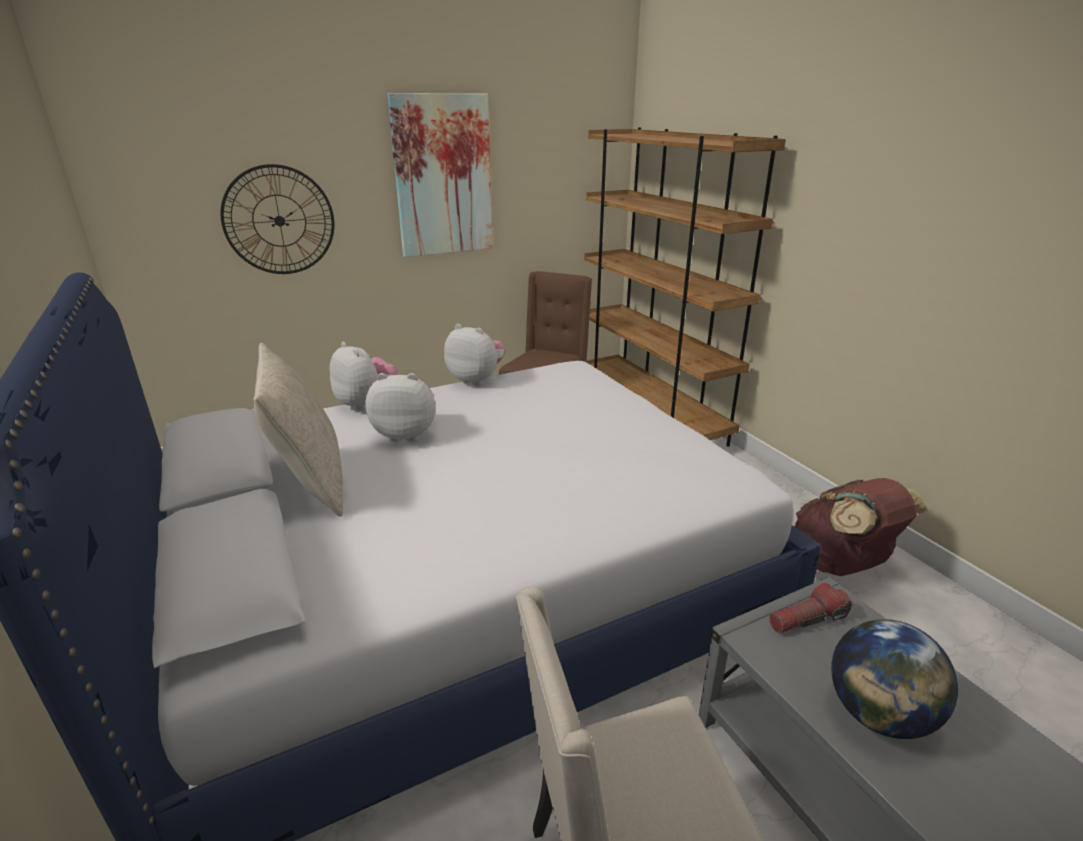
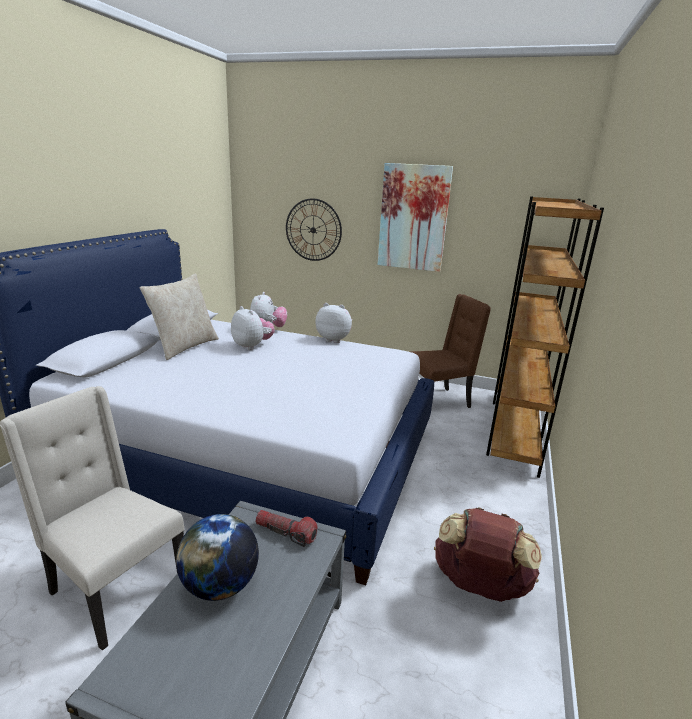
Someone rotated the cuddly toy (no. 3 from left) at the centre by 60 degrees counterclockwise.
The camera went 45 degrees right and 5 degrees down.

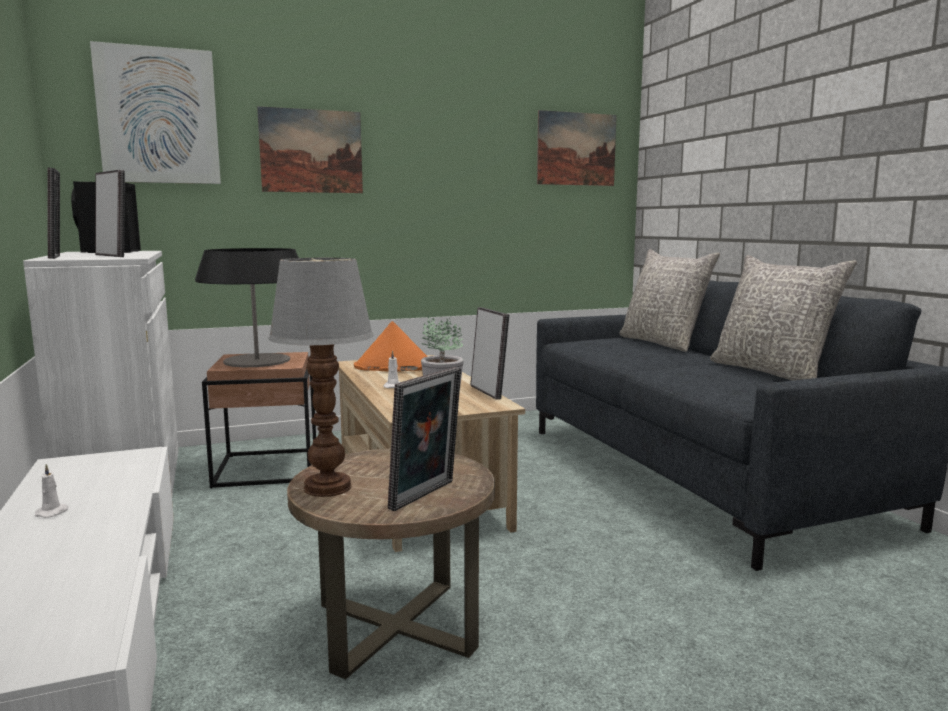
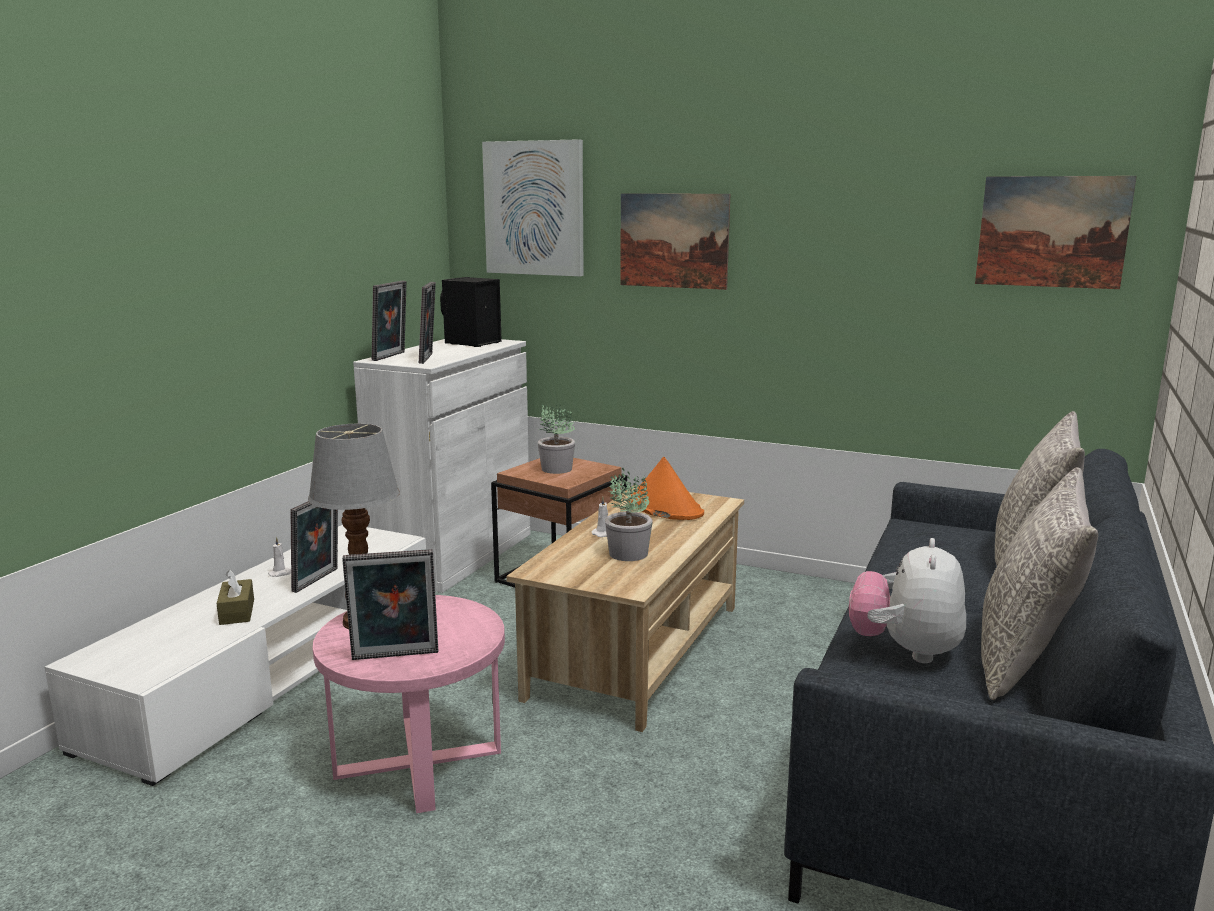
Someone swapped the lamp for a table (no. 1 from left) at the middle left for the houseplant (no. 1 from left) at the centre.
Someone repainted the brown-coloured side table (no. 2 from left) at the bottom centre, which became the pink side table at the bottom centre.
Someone carried the photo frame (no. 4 from left in the first image) from the centre to the middle left.
Someone put down the brown-coloured tissue box at the middle left.
Someone put down the cuddly toy at the middle right.
The camera went 45 degrees right and 5 degrees up.

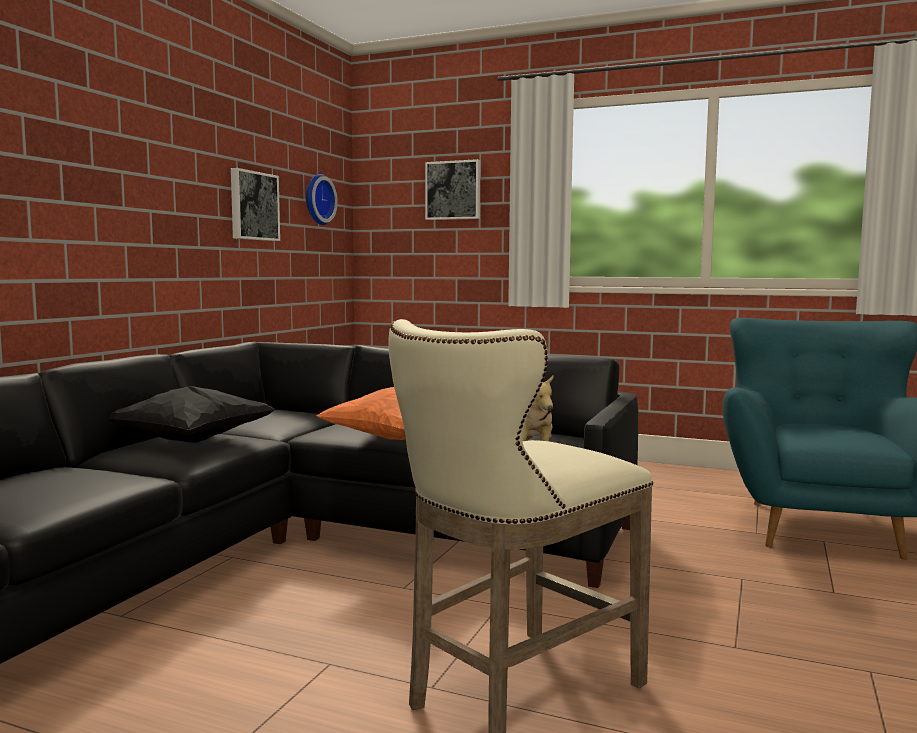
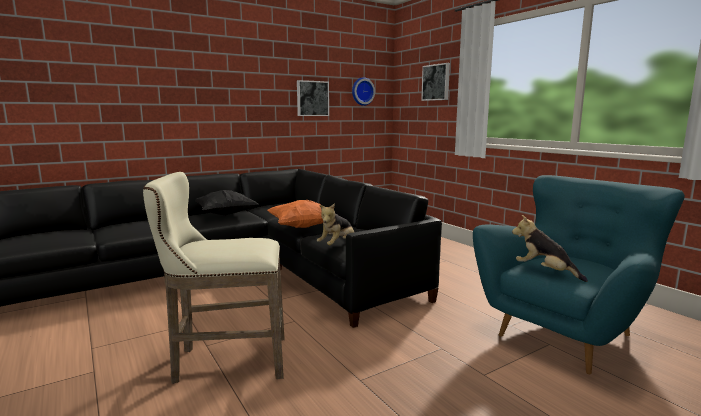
Someone put down the cuddly toy (no. 2 from left) at the middle right.
The camera went 35 degrees right and 5 degrees up.

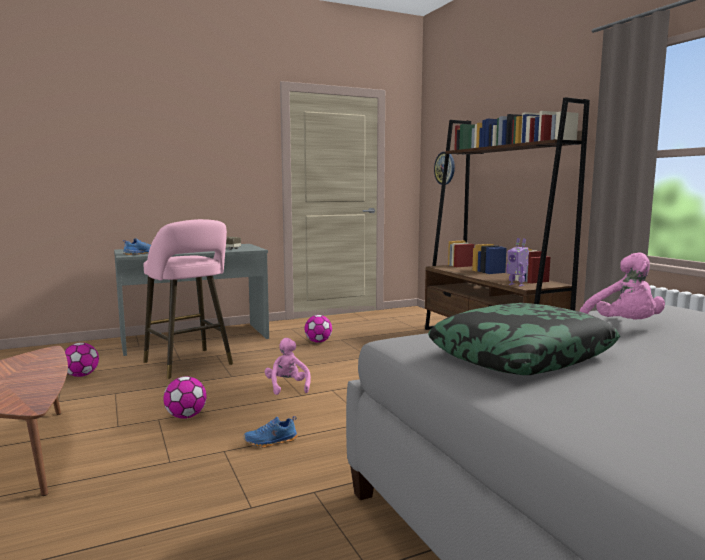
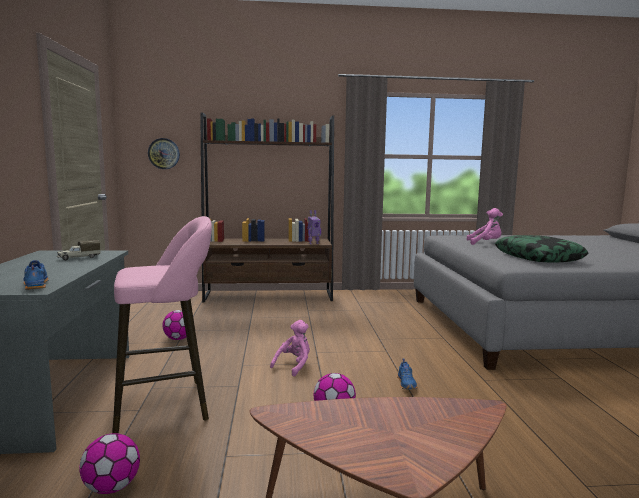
Someone rotated the pink cuddly toy (no. 1 from left) at the centre by 120 degrees clockwise.
The camera went 70 degrees left and 0 degrees up.

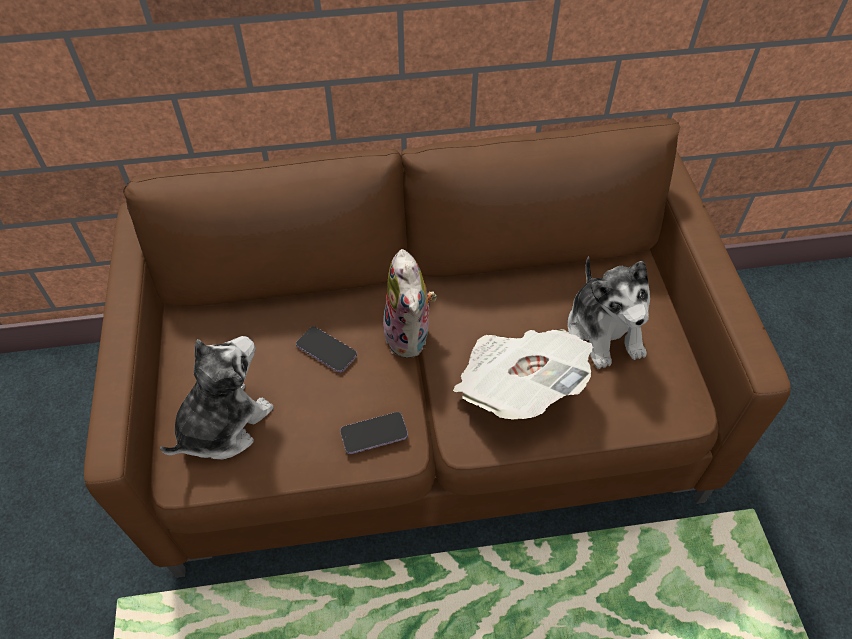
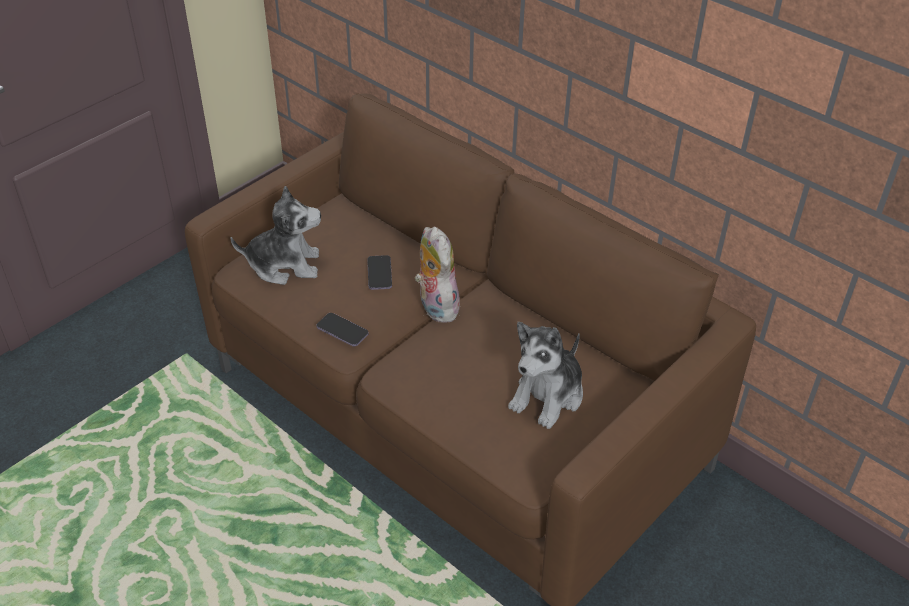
Someone rotated the cuddly toy (no. 2 from left) at the centre by 120 degrees clockwise.
Someone took away the printed paper at the centre.
The camera went 50 degrees right and 10 degrees down.

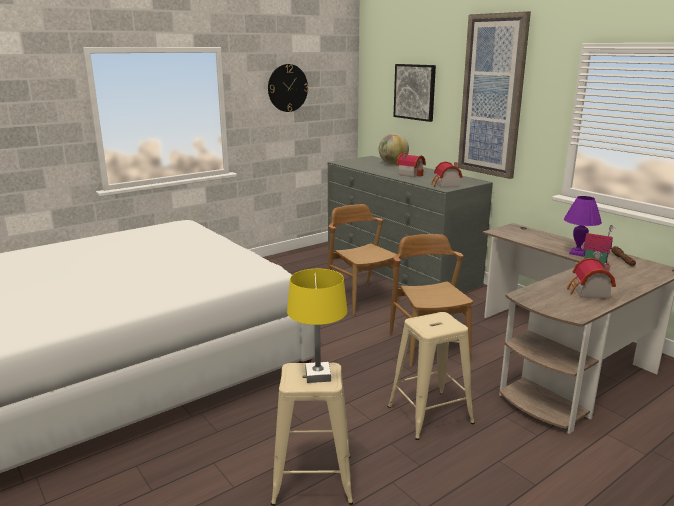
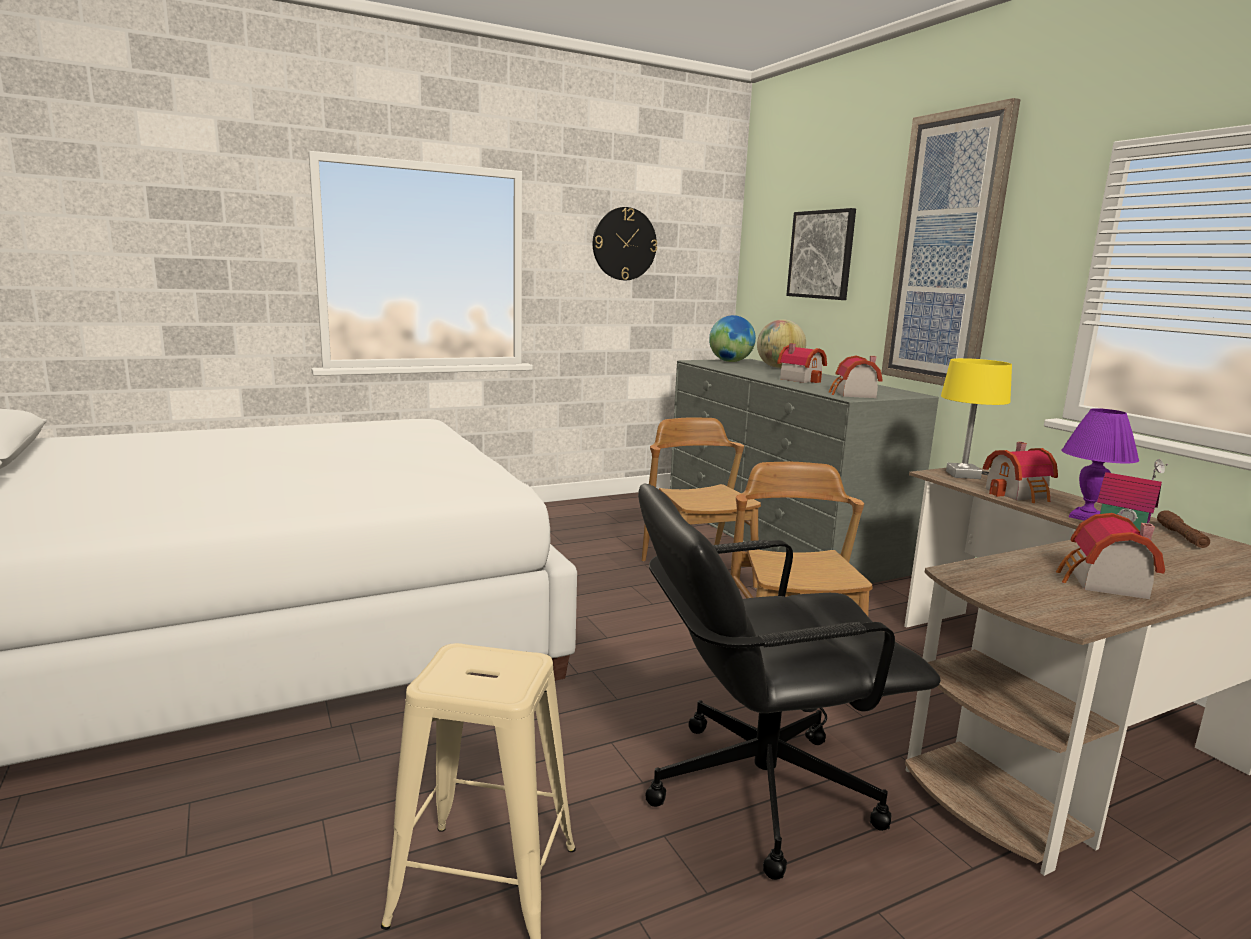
Someone carried the yellowish lamp for a table from the centre to the middle right.
Someone swapped the beige stool seat (no. 2 from left) at the bottom centre for the blackish desk chair at the bottom centre.
Someone put down the desk globe (no. 1 from left) at the centre.
Someone put down the toy house (no. 3 from left) at the middle right.
The camera went 10 degrees right and 5 degrees down.

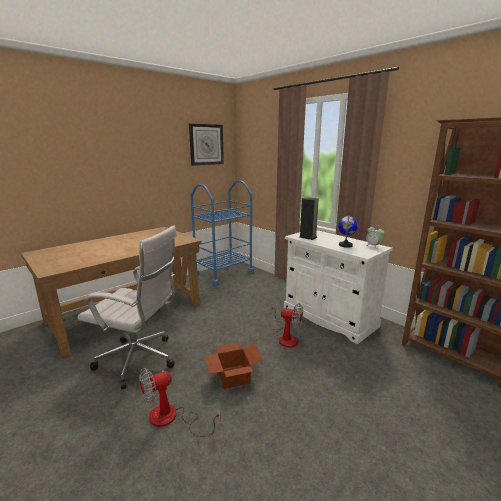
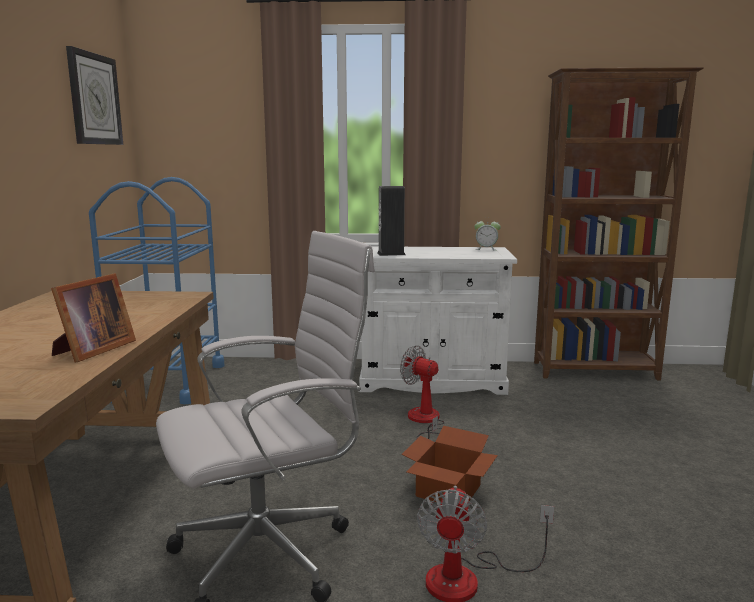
Someone rotated the electric fan (no. 2 from left in the first image) at the centre by 120 degrees counterclockwise.
Someone took away the desk globe at the middle right.
Someone put down the photo frame at the middle left.
The camera went 45 degrees left and 5 degrees down.

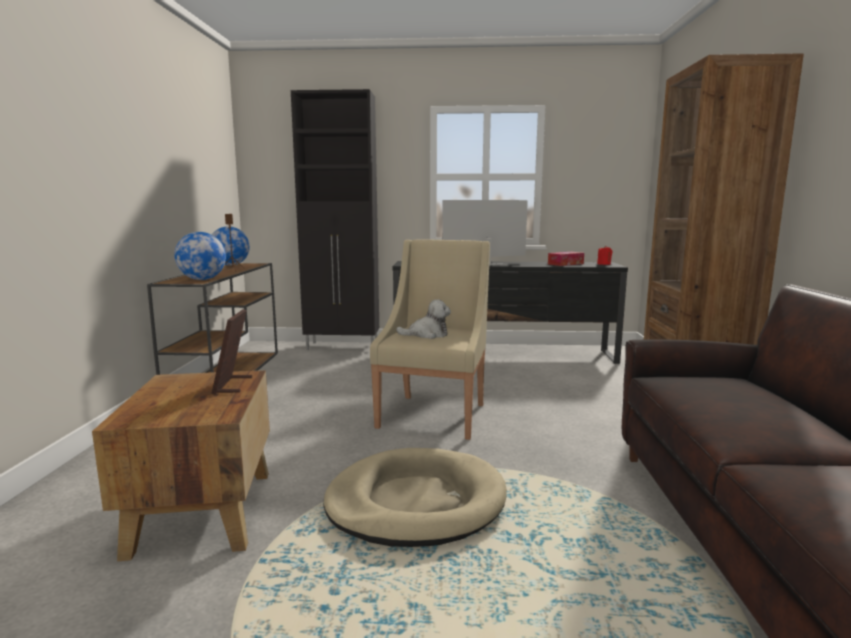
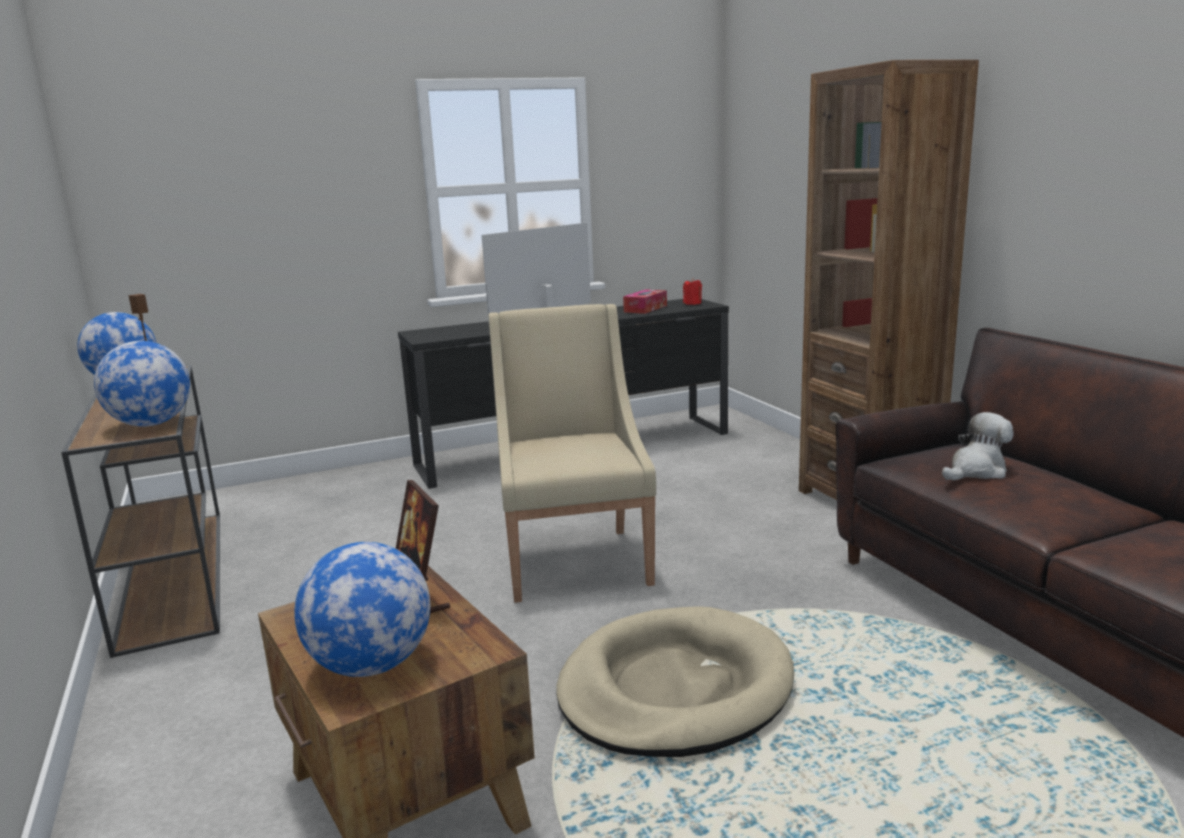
Someone took away the blackish cupboard at the centre.
Someone carried the cuddly toy from the centre to the middle right.
Someone put down the desk globe (no. 3 from left) at the bottom left.
The camera went 25 degrees left and 5 degrees up.

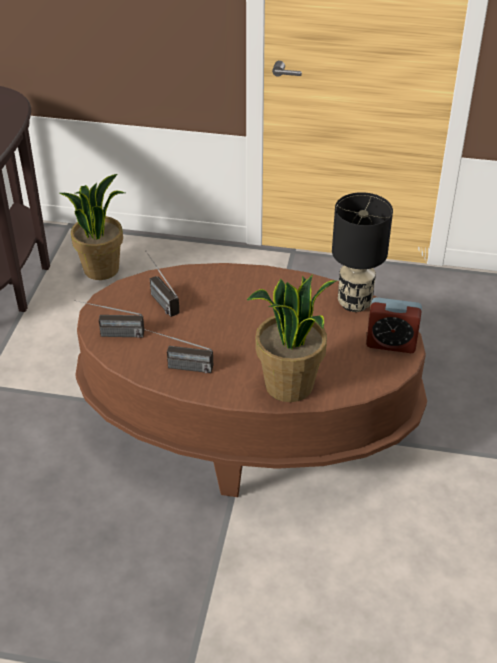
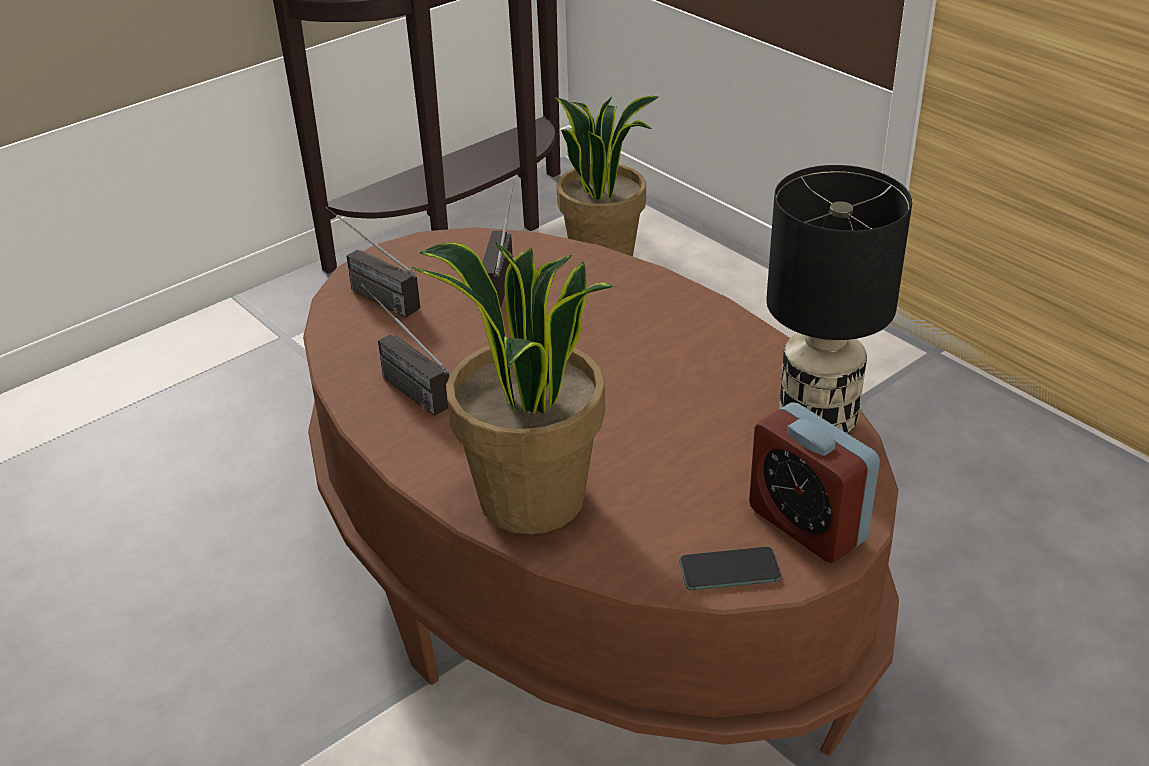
Someone put down the handset at the bottom centre.
The camera went 40 degrees right and 5 degrees down.

